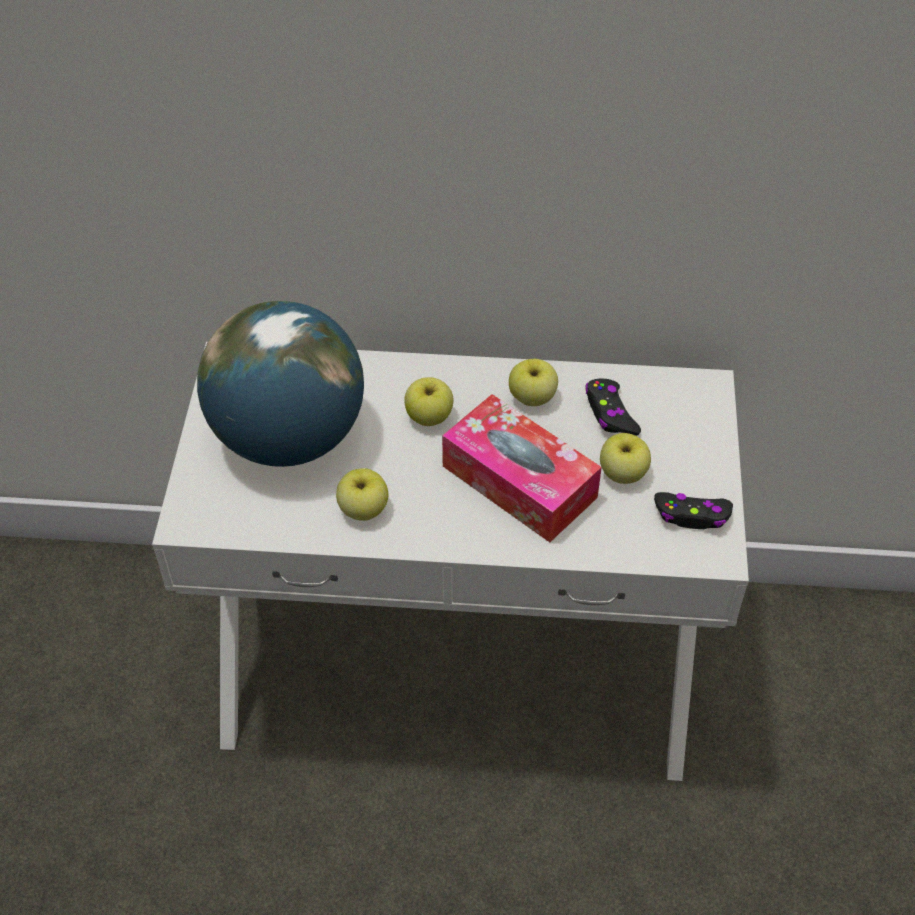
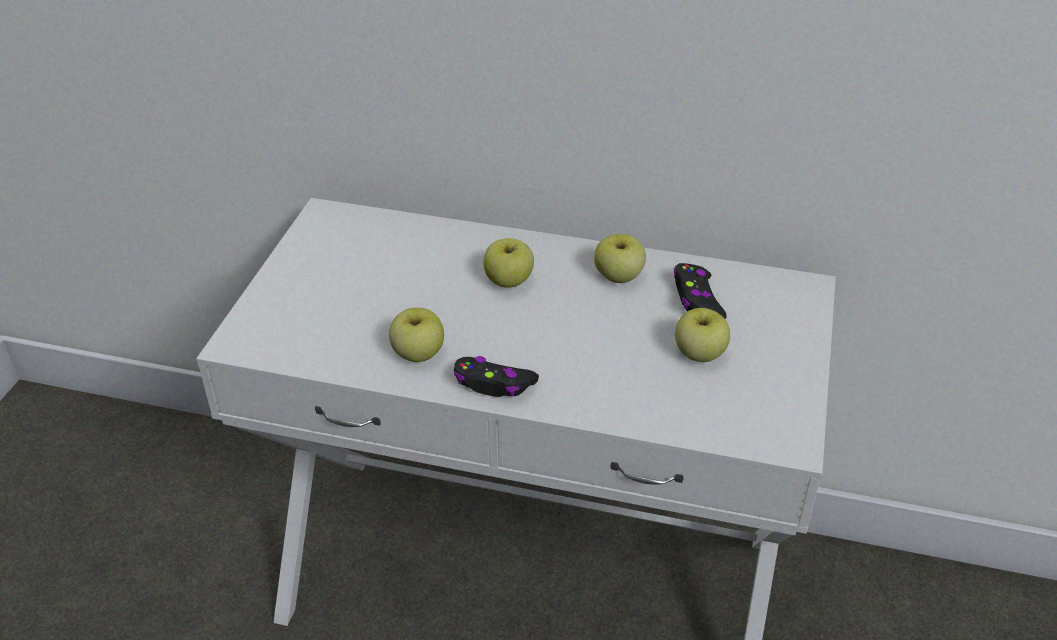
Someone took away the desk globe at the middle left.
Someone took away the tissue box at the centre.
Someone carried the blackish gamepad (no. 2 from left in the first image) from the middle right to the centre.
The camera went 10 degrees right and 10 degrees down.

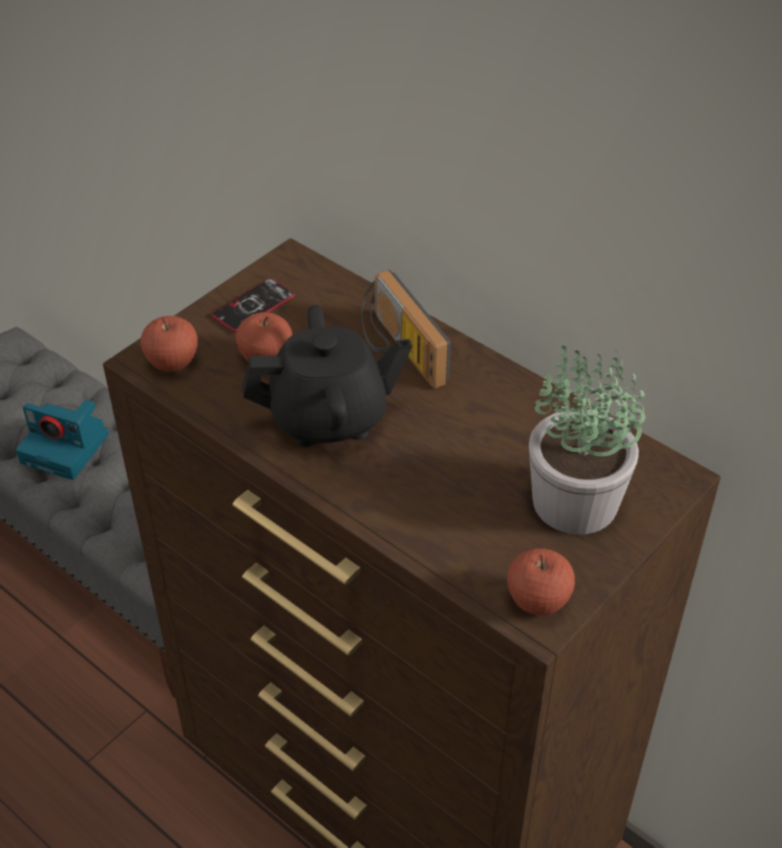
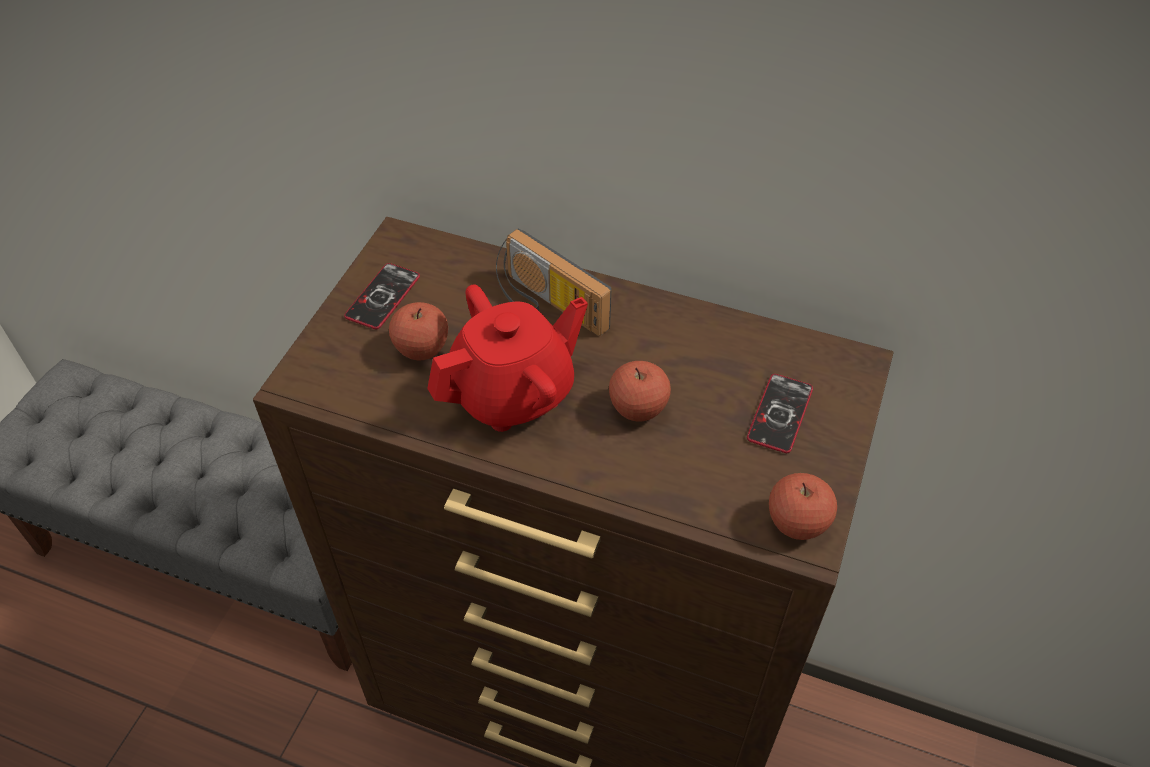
Someone took away the still camera at the middle left.
Someone carried the apple (no. 1 from left in the first image) from the middle left to the centre.
Someone repainted the blackish pot for tea at the centre, which became the red pot for tea at the centre.
Someone swapped the houseplant at the middle right for the handset (no. 2 from left) at the middle right.
The camera went 20 degrees left and 5 degrees up.

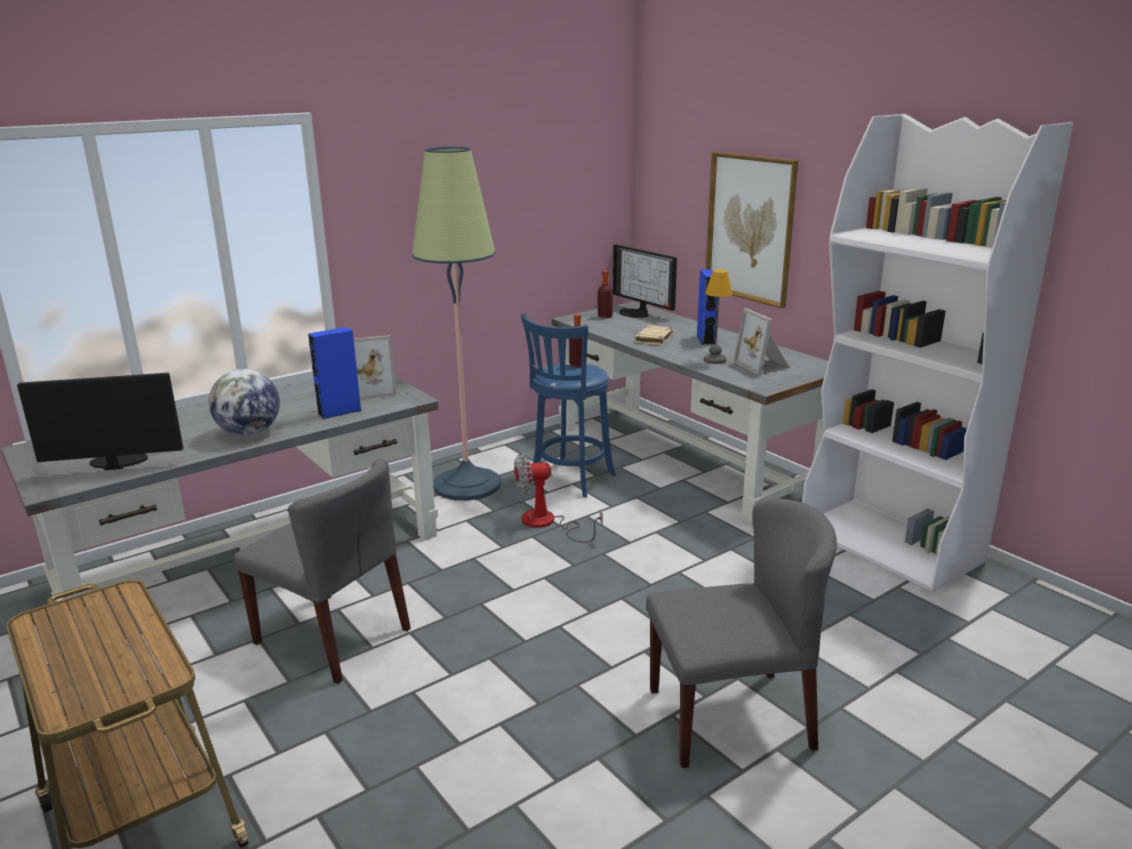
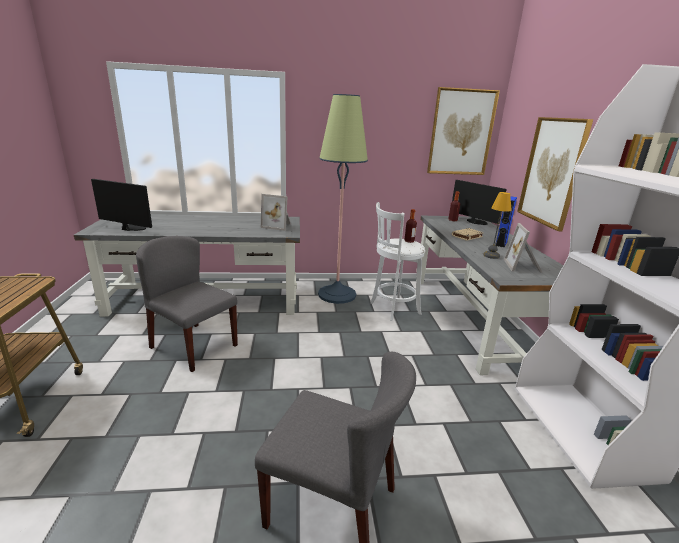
Someone took away the desk globe at the middle left.
Someone rotated the greyish plain chair (no. 1 from left) at the bottom left by 150 degrees clockwise.
Someone took away the blue speaker (no. 1 from left) at the middle left.
Someone took away the electric fan at the centre.
Someone repainted the blue stool seat at the centre, which became the whitish stool seat at the centre.
Someone rotated the monitor (no. 2 from left) at the top centre by 150 degrees clockwise.
Someone put up the wall art (no. 1 from left) at the top right.
The camera went 30 degrees right and 0 degrees up.

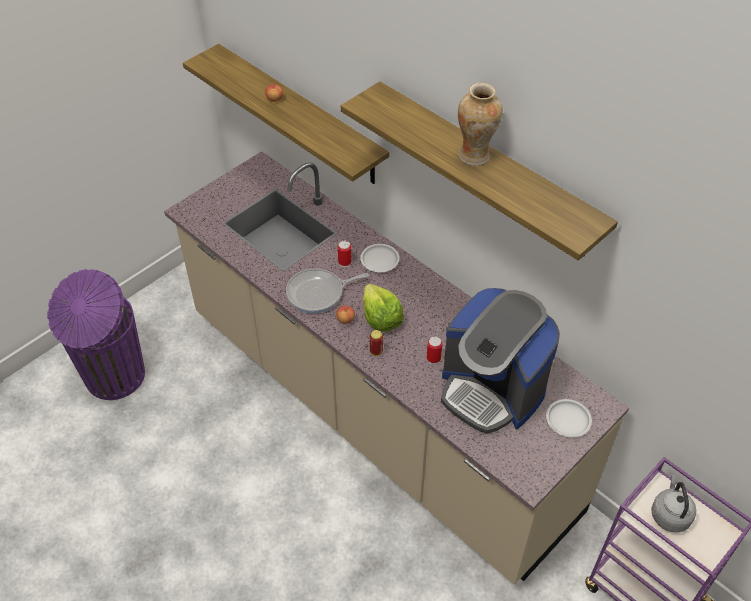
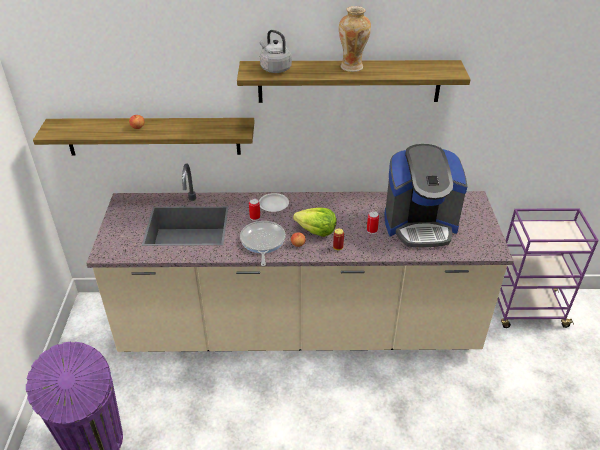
Someone rotated the frying pan at the centre by 150 degrees clockwise.
Someone took away the whitish flat dish (no. 2 from left) at the bottom right.
Someone carried the greyish tea kettle from the bottom right to the top centre.
The camera went 45 degrees left and 10 degrees down.

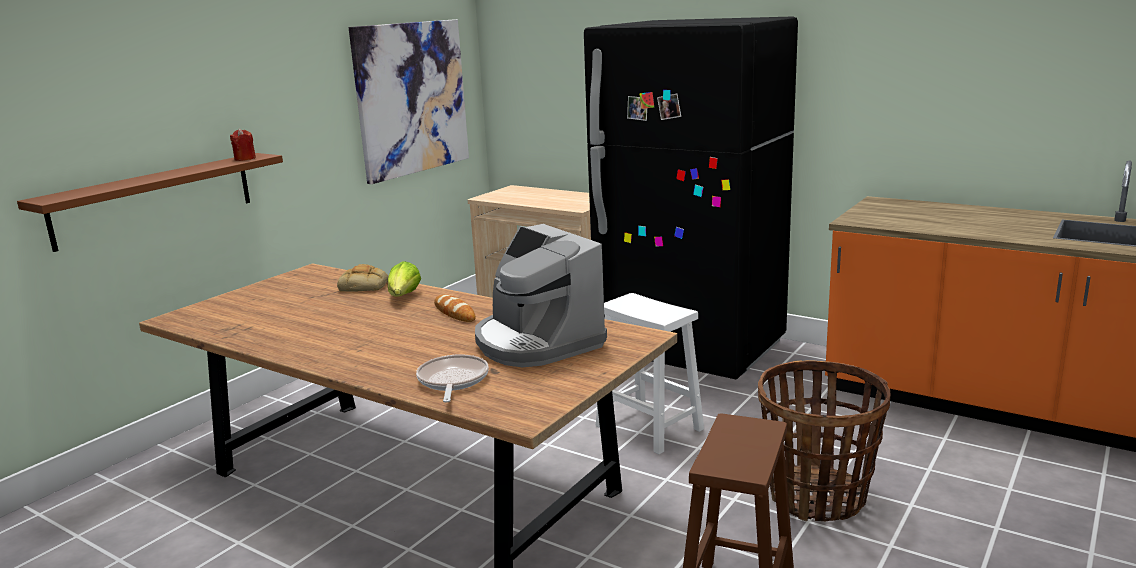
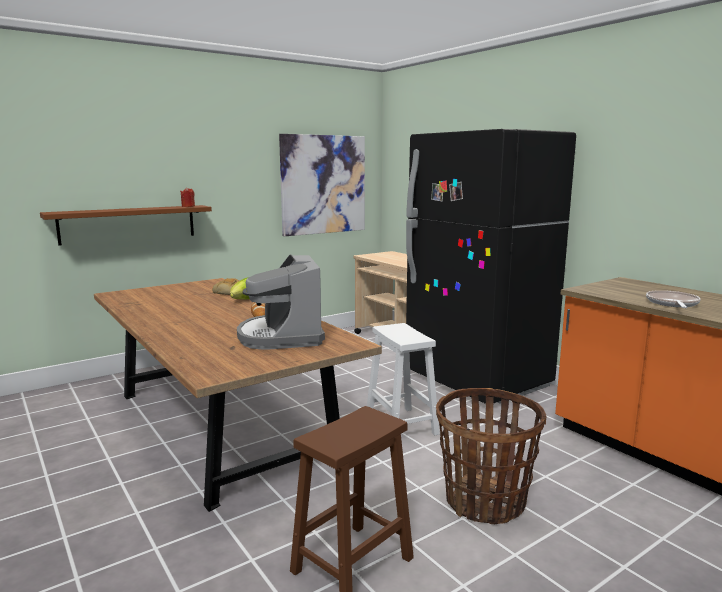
Someone carried the frying pan from the centre to the middle right.
The camera went 20 degrees right and 5 degrees down.

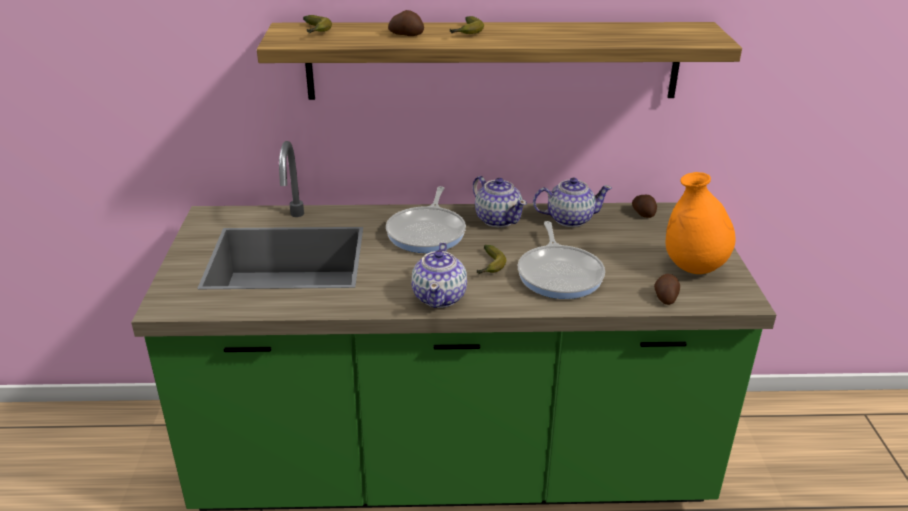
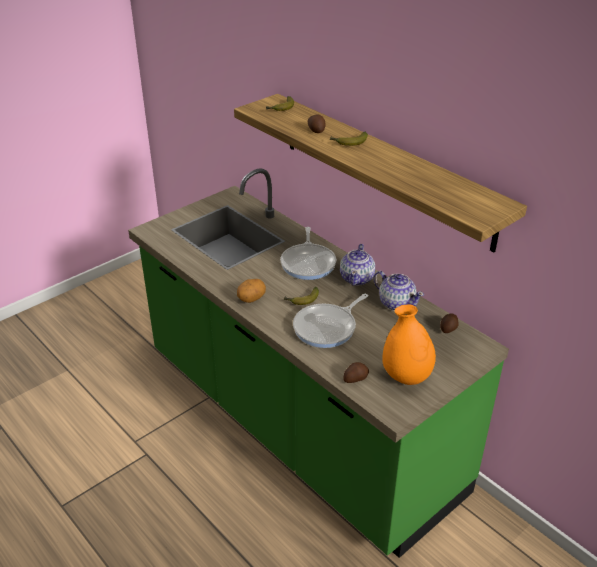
Someone rotated the frying pan (no. 1 from left) at the centre by 60 degrees counterclockwise.
Someone swapped the pot for tea (no. 1 from left) at the centre for the potato (no. 1 from left) at the centre.
The camera went 50 degrees right and 5 degrees up.

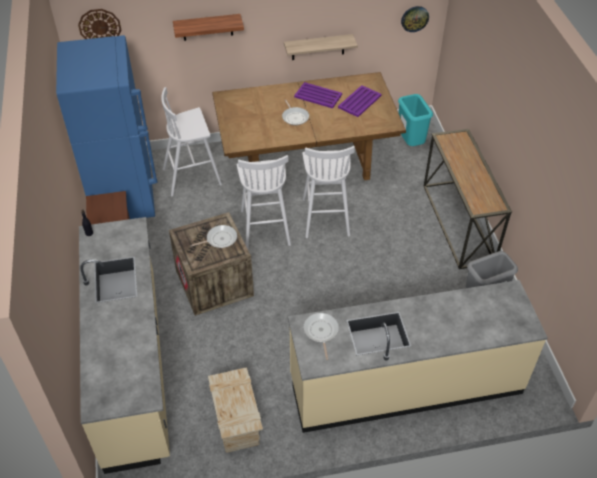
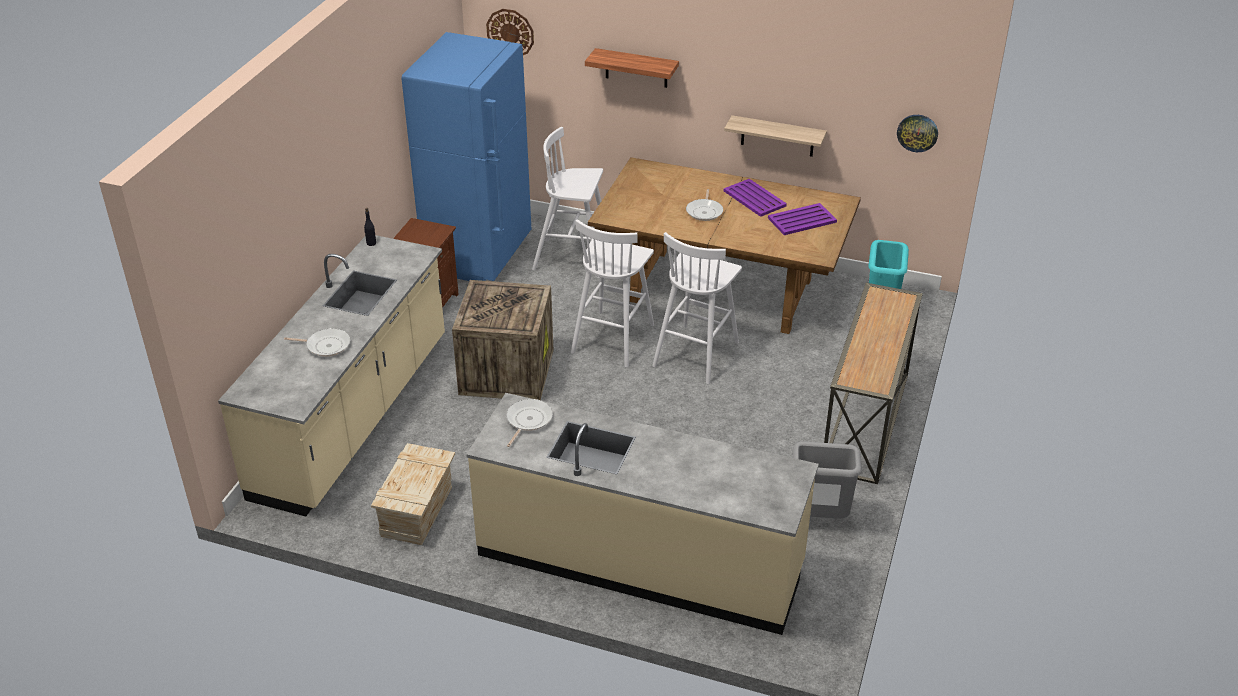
Someone carried the frying pan (no. 1 from left) from the centre to the middle left.
The camera went 30 degrees right and 10 degrees down.

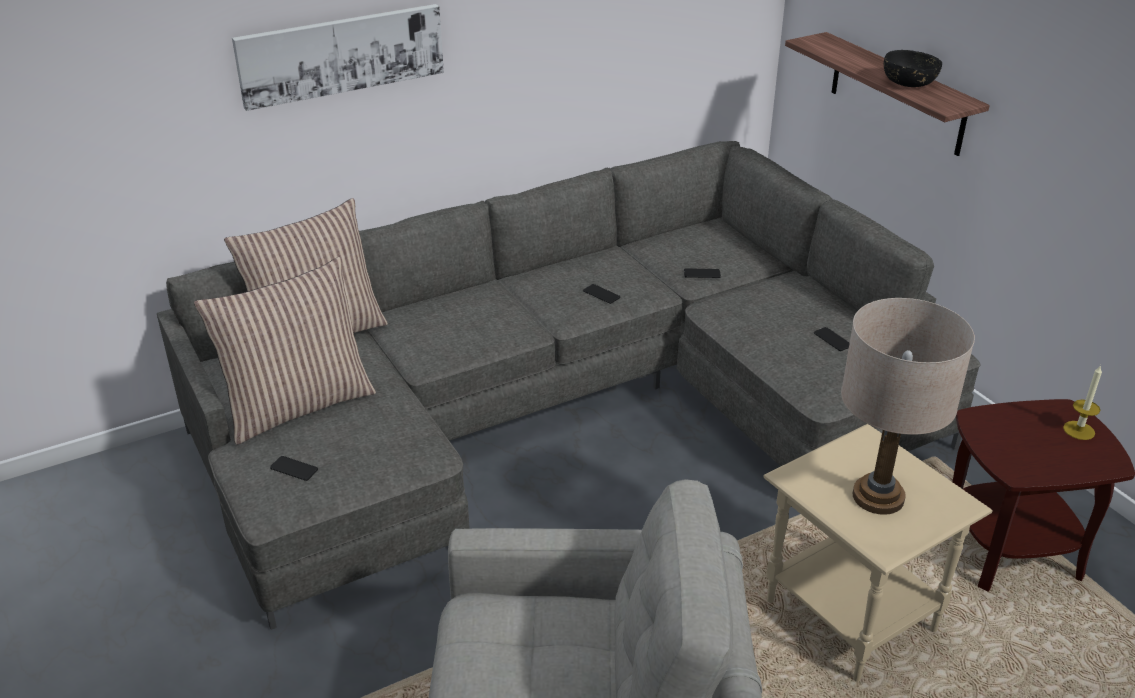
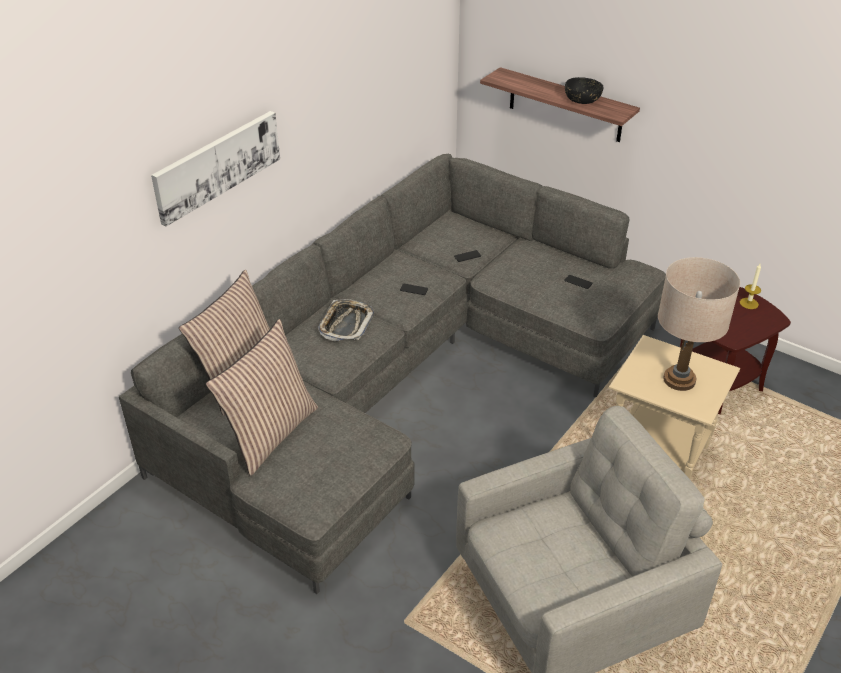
Someone took away the handset (no. 1 from left) at the bottom left.
Someone put down the tray at the centre.
The camera went 25 degrees left and 5 degrees up.

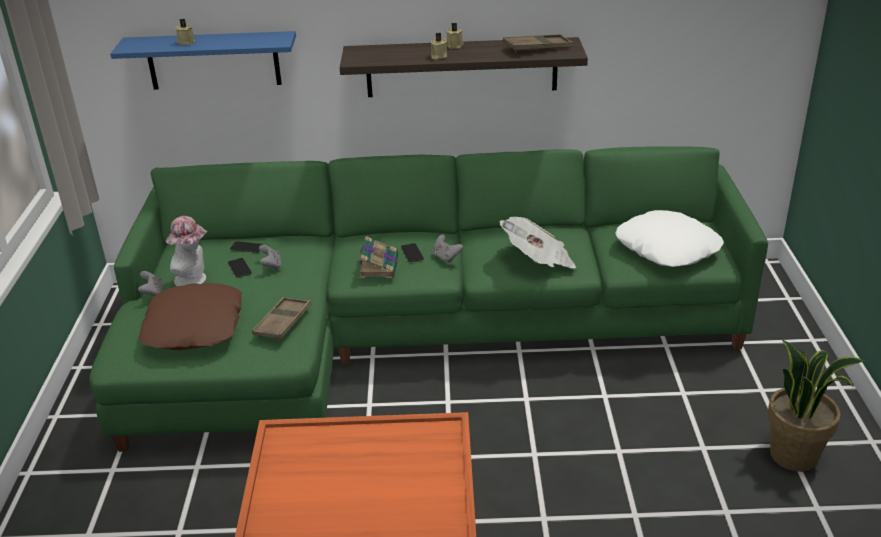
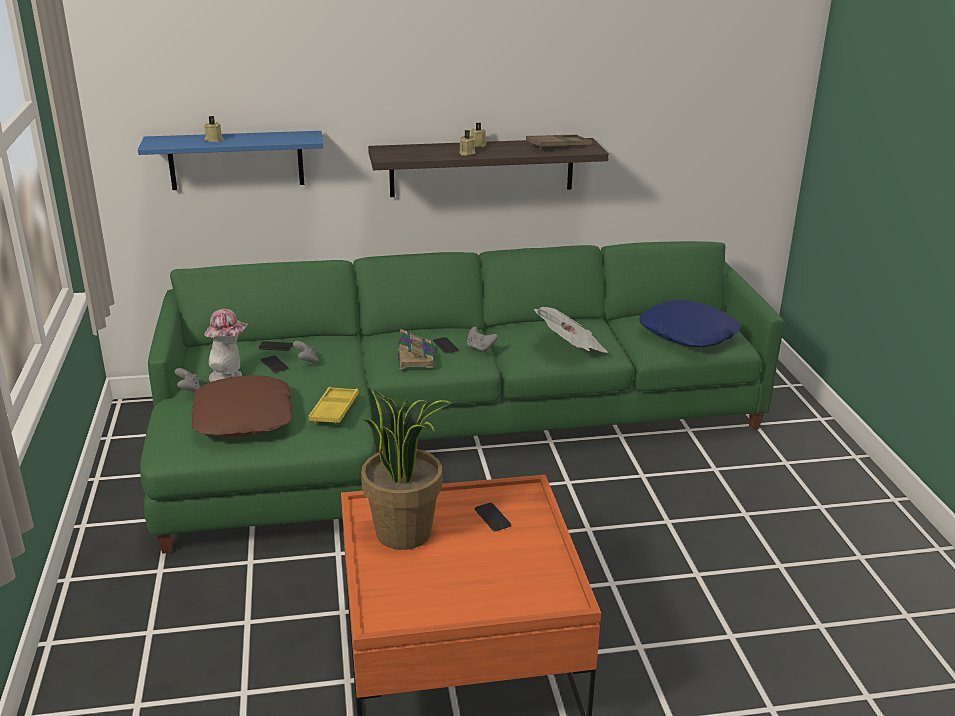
Someone repainted the brown-coloured tray (no. 1 from left) at the middle left, which became the yellowish tray at the centre.
Someone repainted the whitish pillow at the middle right, which became the blue pillow at the middle right.
Someone carried the houseplant from the bottom right to the centre.
Someone put down the handset (no. 4 from left) at the bottom centre.
The camera went 10 degrees left and 5 degrees down.

